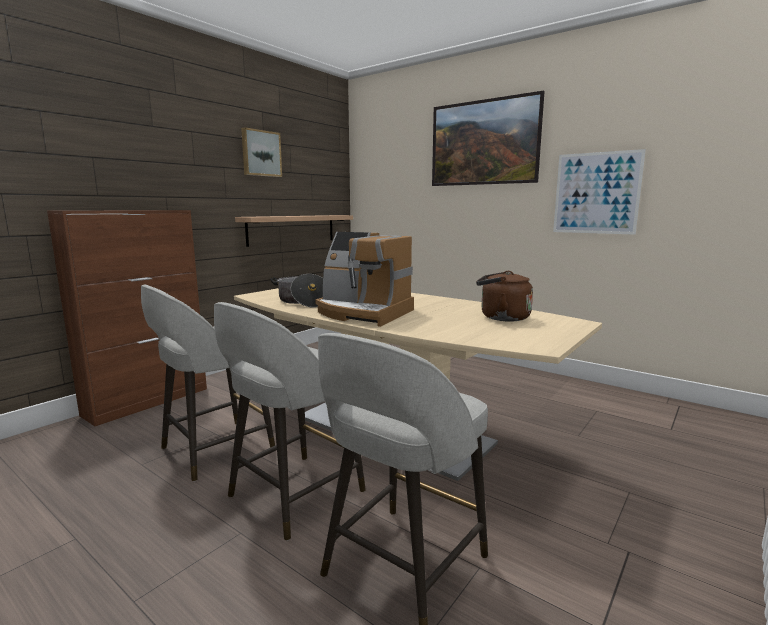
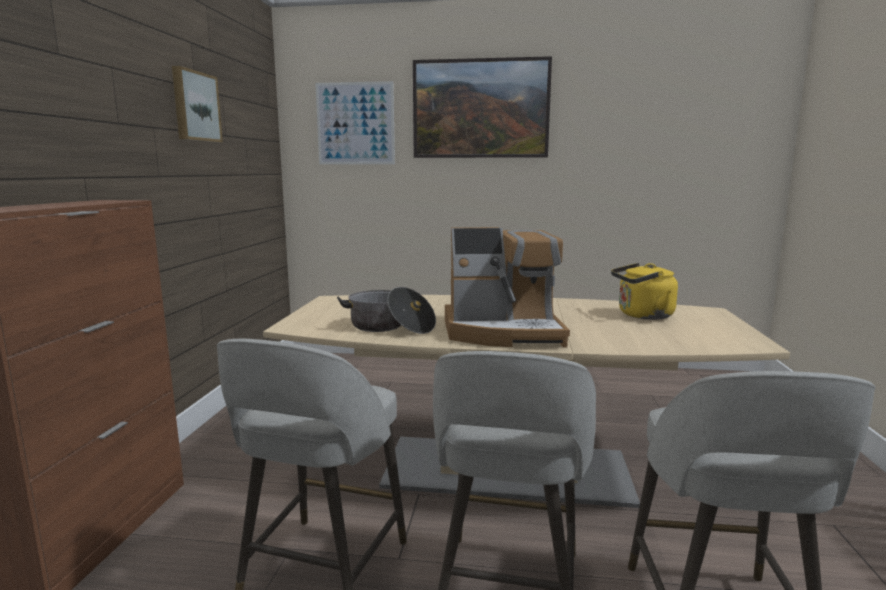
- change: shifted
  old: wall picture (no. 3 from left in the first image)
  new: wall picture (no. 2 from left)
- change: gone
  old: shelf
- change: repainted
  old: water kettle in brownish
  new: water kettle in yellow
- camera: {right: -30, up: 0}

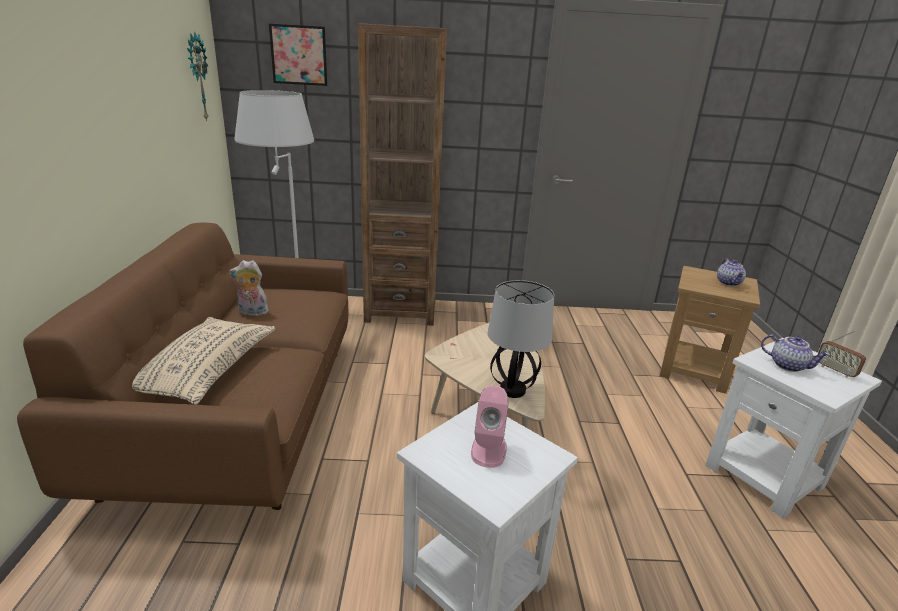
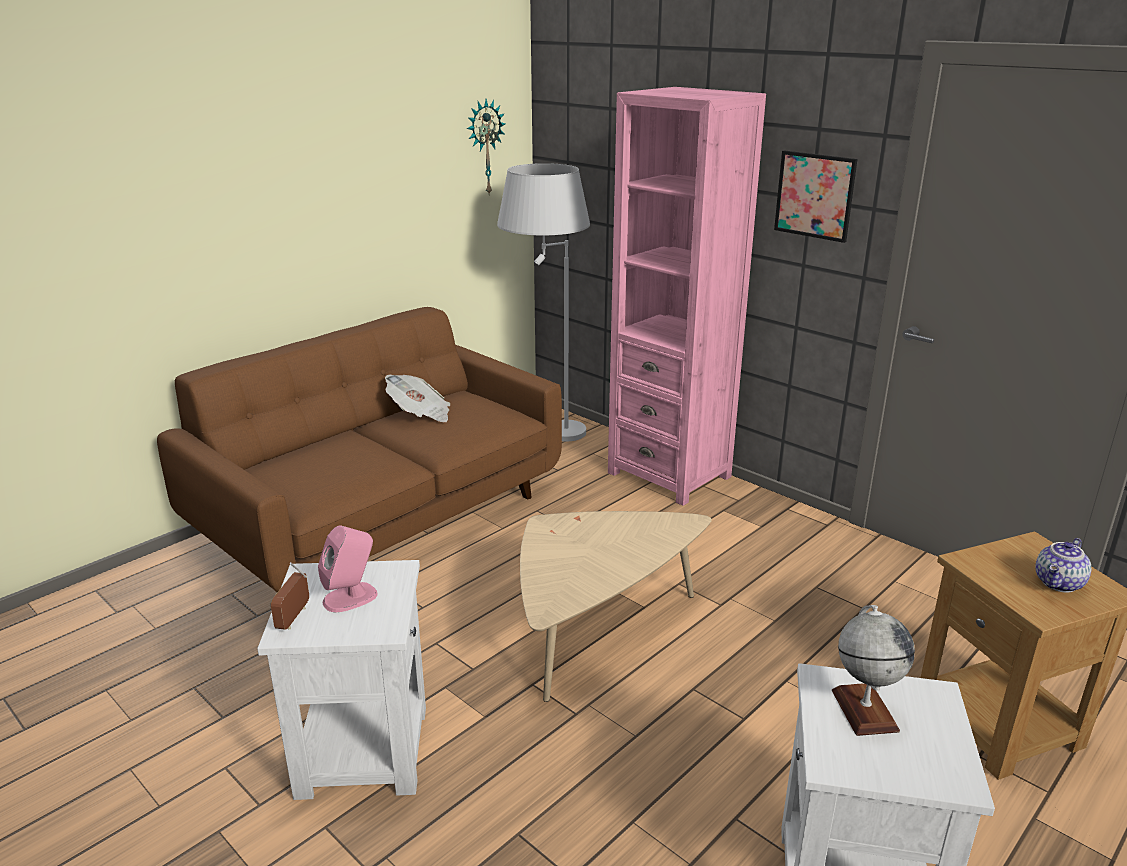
- change: repainted
  old: shelving unit in brownish
  new: shelving unit in pink
- change: shifted
  old: wall picture
- change: swapped
  old: cuddly toy
  new: newspaper
- change: gone
  old: tabletop lamp
- change: gone
  old: cushion in beige-coloured
- change: shifted
  old: radio receiver
- change: swapped
  old: tea pot (no. 2 from left)
  new: world globe
- camera: {right: 45, up: 0}

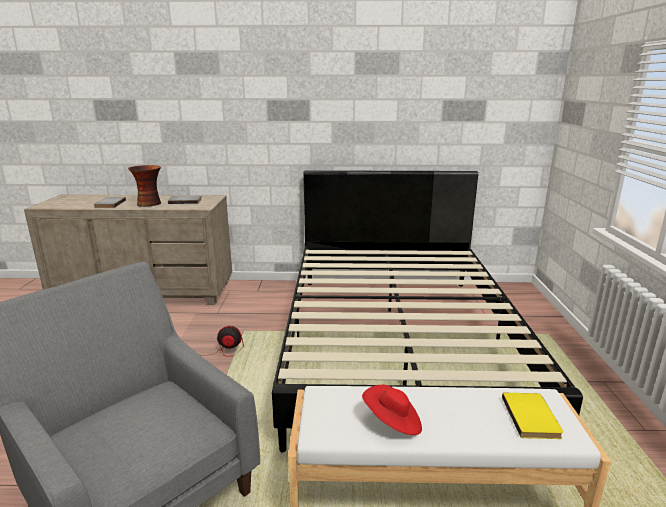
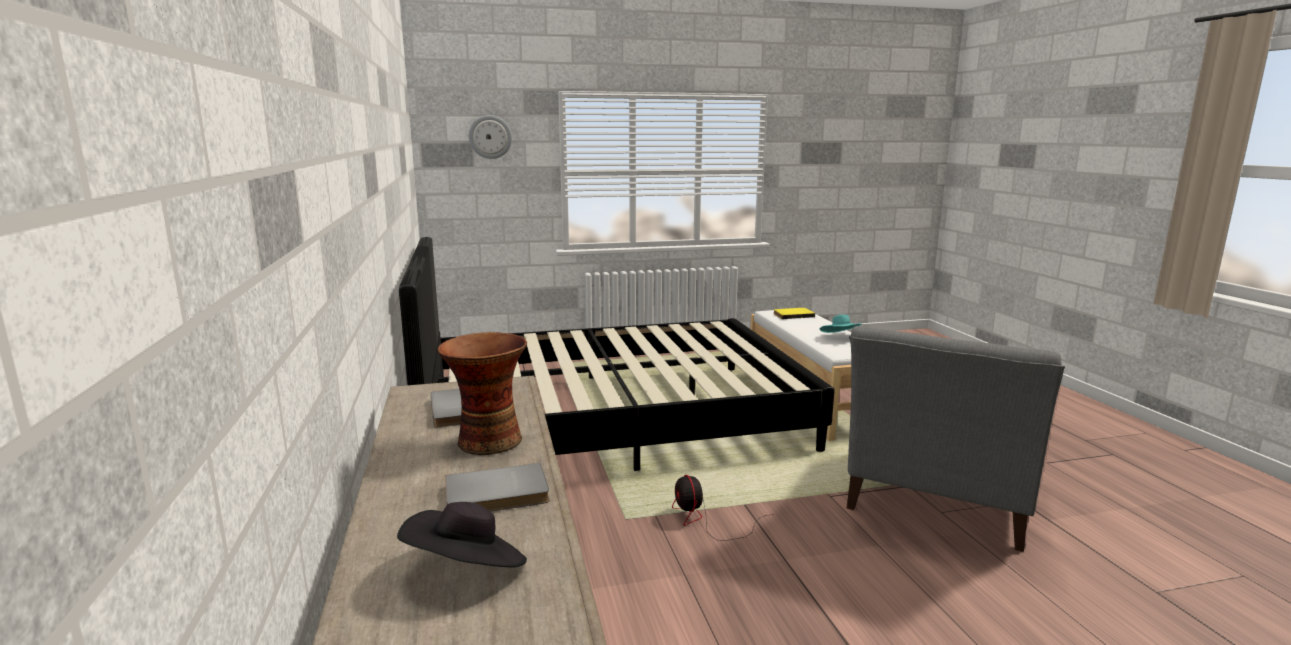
- change: repainted
  old: wearable hat in reddish
  new: wearable hat in turquoise-coloured
- change: new
  new: wall clock
- change: new
  new: wearable hat in black-coloured
- camera: {right: -105, up: -5}

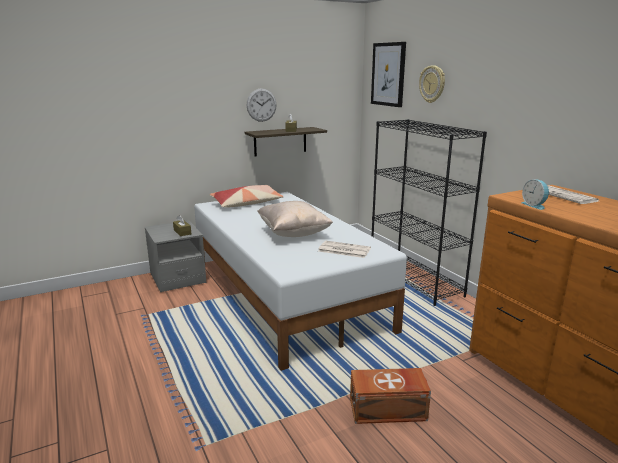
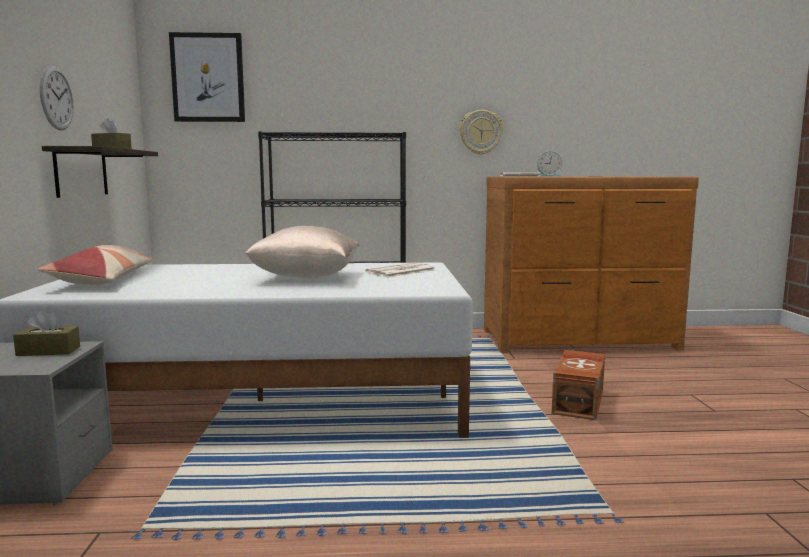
- change: shifted
  old: wall clock (no. 2 from left)
- camera: {right: -65, up: -10}

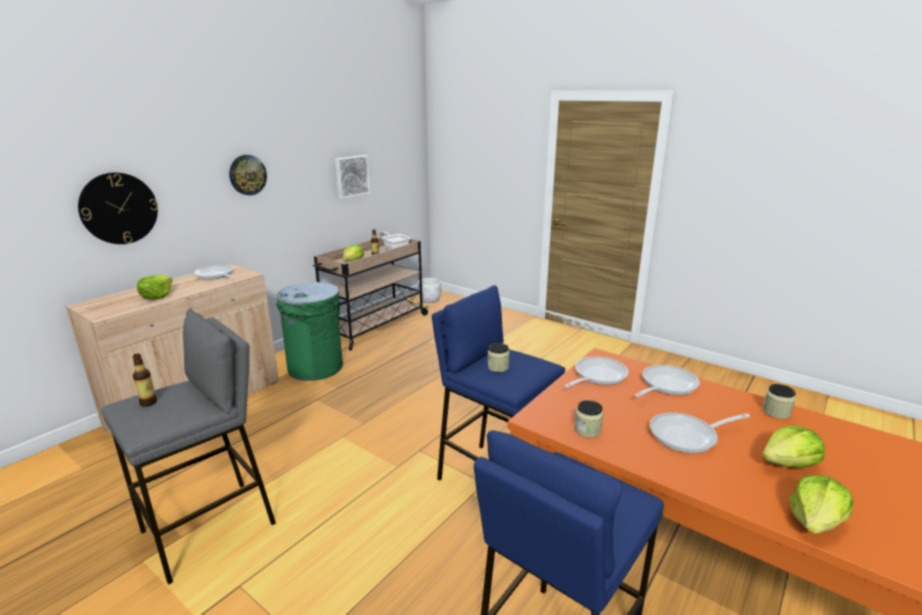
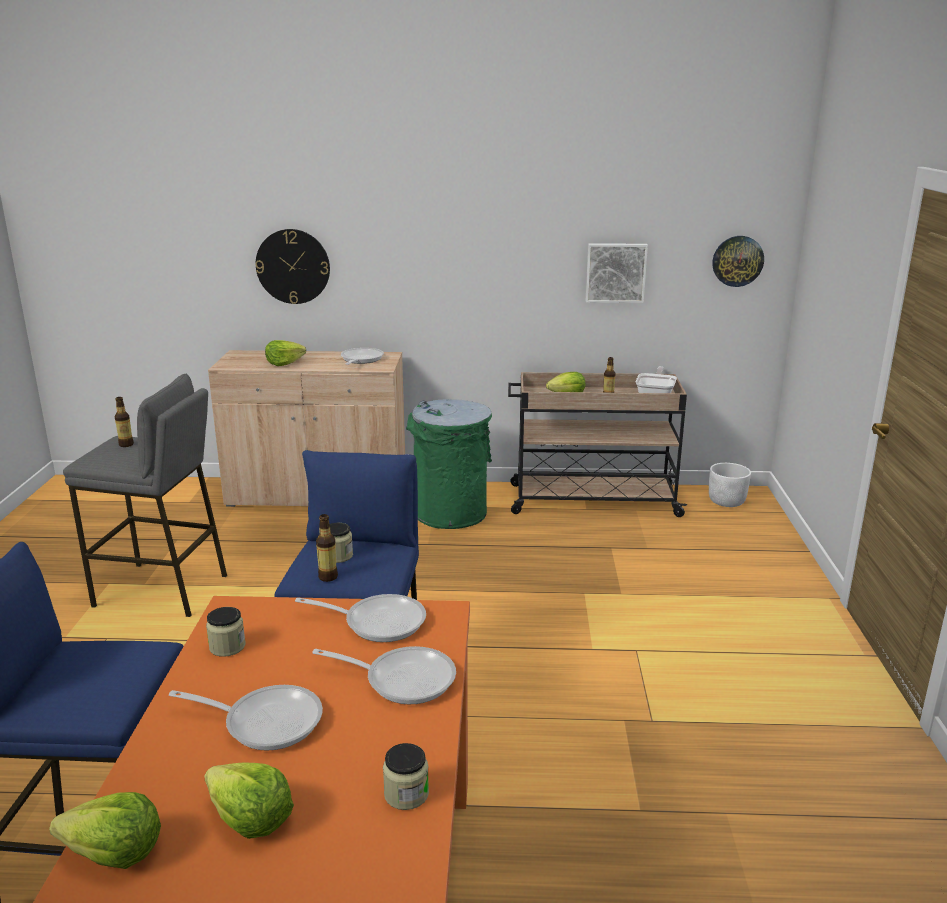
- change: shifted
  old: wall clock (no. 2 from left)
- change: rotated
  old: pan (no. 5 from left in the first image)
  degrees: 150
- change: new
  new: drink bottle (no. 2 from left)
- camera: {right: 55, up: 0}

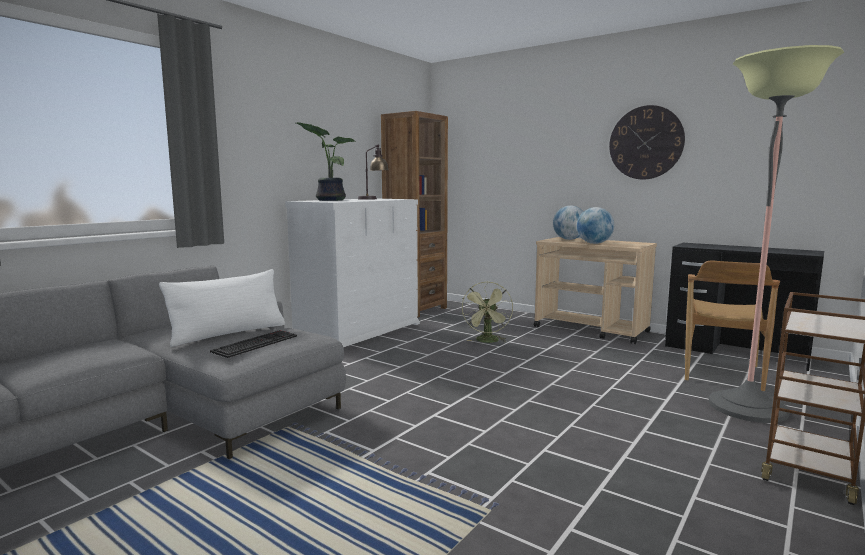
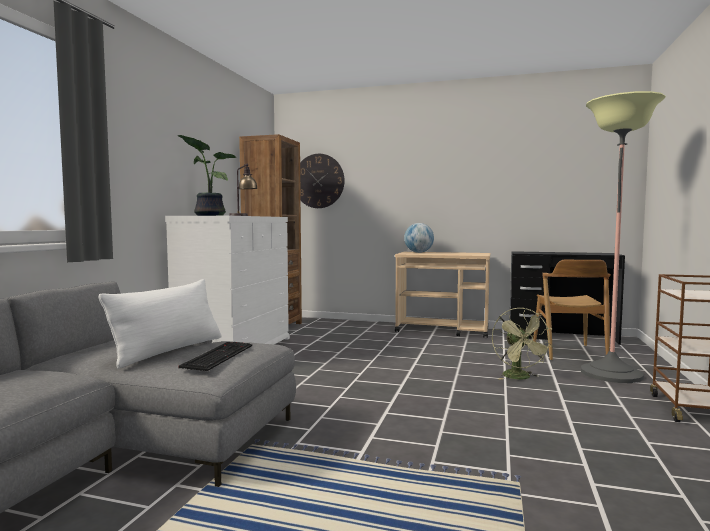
- change: shifted
  old: wall clock
- change: gone
  old: world globe (no. 2 from left)
- change: shifted
  old: fan in greenish
- camera: {right: -20, up: -5}

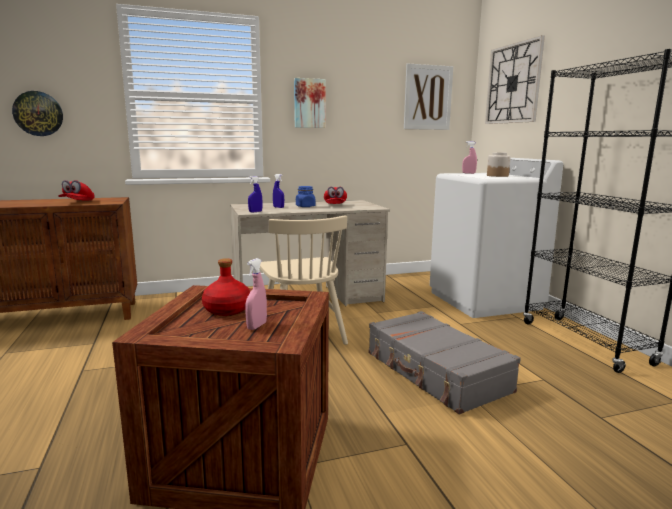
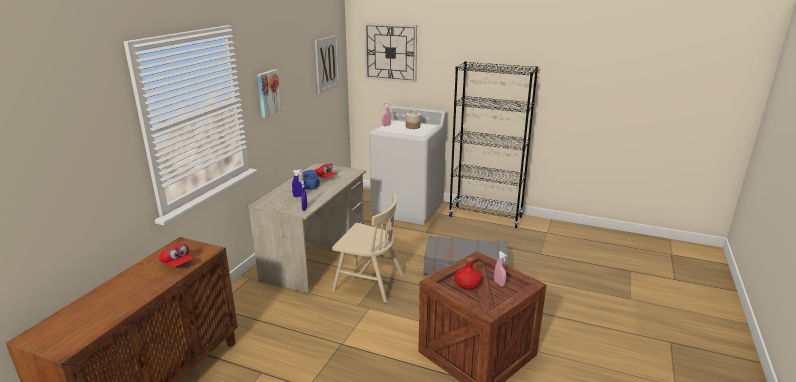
- change: gone
  old: wall clock (no. 1 from left)
- camera: {right: -50, up: 10}

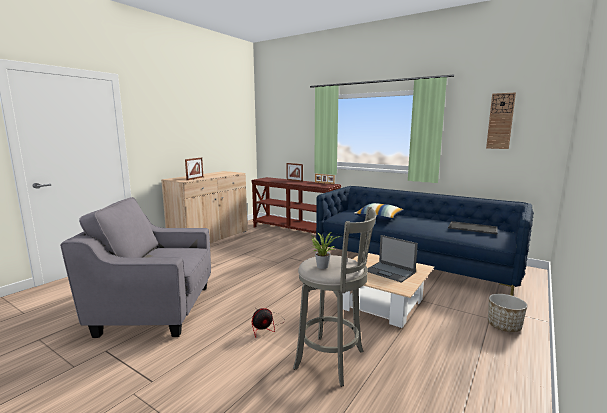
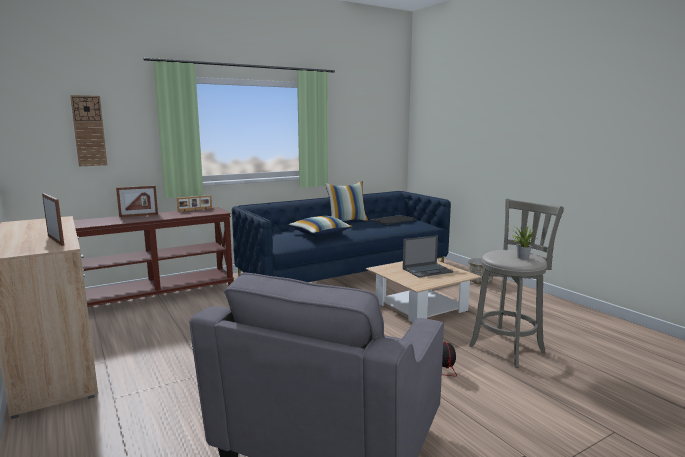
- change: shifted
  old: wall clock
- change: new
  new: cushion (no. 2 from left)
- camera: {right: -65, up: 0}

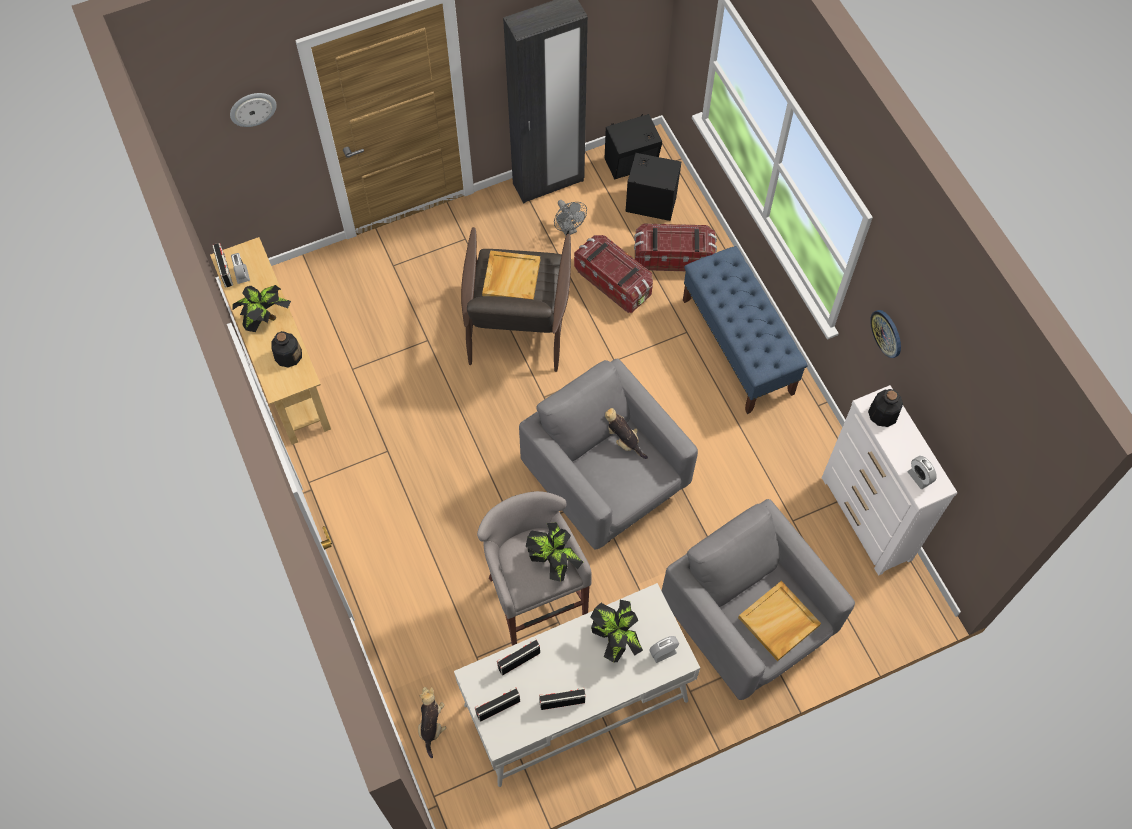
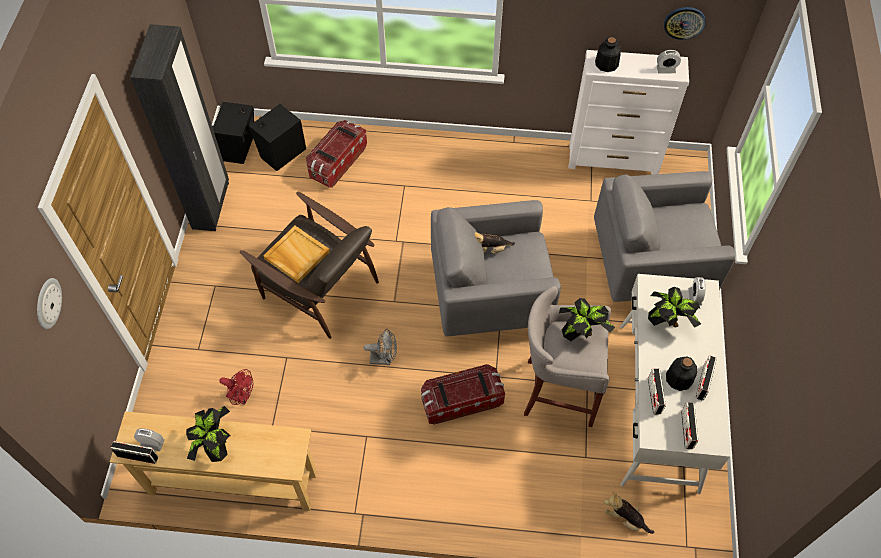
- change: shifted
  old: fan in grey
- change: shifted
  old: storage box (no. 1 from left in the first image)
  new: storage box (no. 2 from left)
- change: gone
  old: indoor bench in bluish
- change: shifted
  old: wall clock (no. 2 from left)
- change: shifted
  old: drink bottle (no. 1 from left in the first image)
  new: drink bottle (no. 2 from left)
- change: gone
  old: tray in beige-coloured (no. 2 from left)
- change: new
  new: fan in reddish
- camera: {right: -60, up: -5}

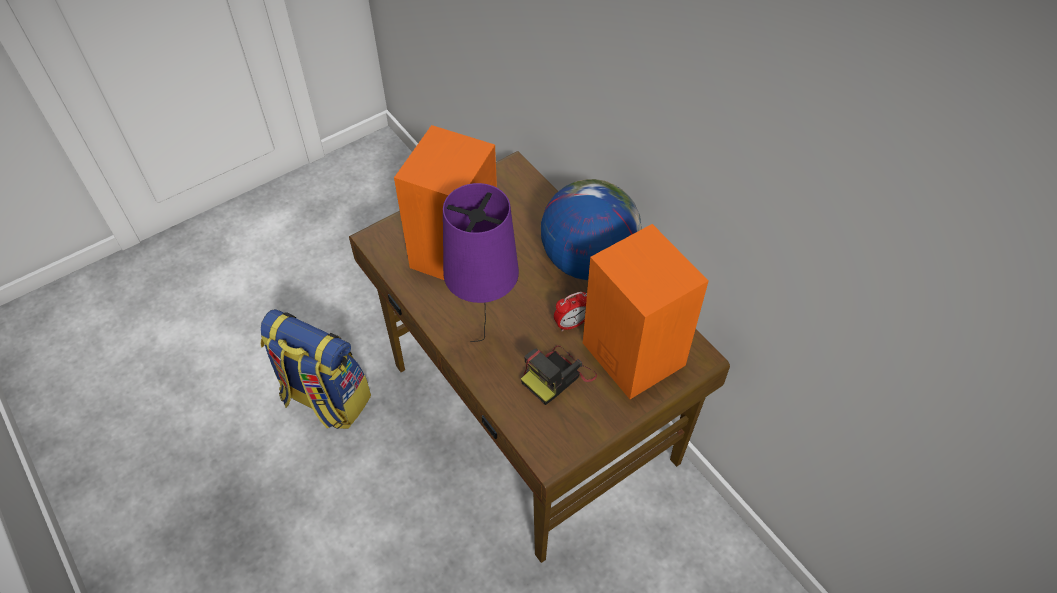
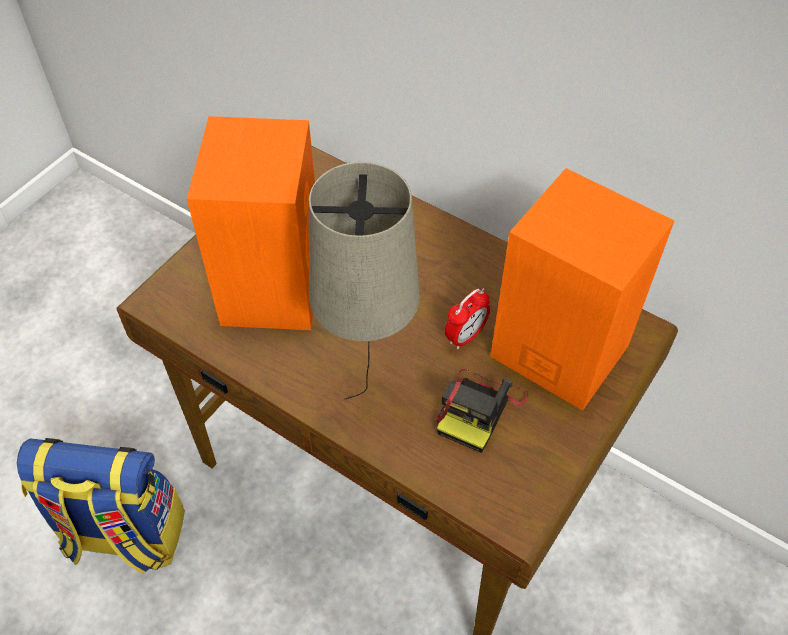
- change: gone
  old: world globe
- change: repainted
  old: tabletop lamp in purplish
  new: tabletop lamp in beige-coloured
- camera: {right: -20, up: 0}

